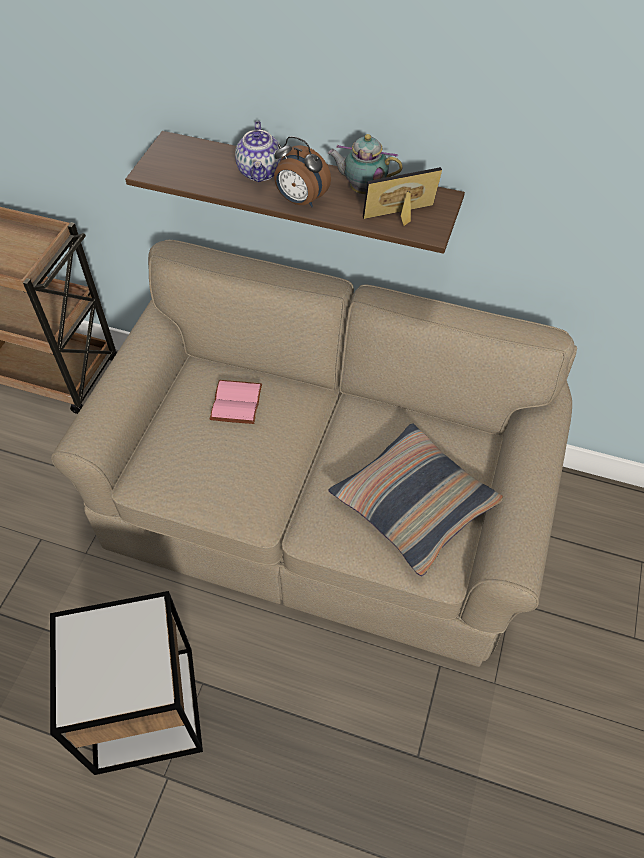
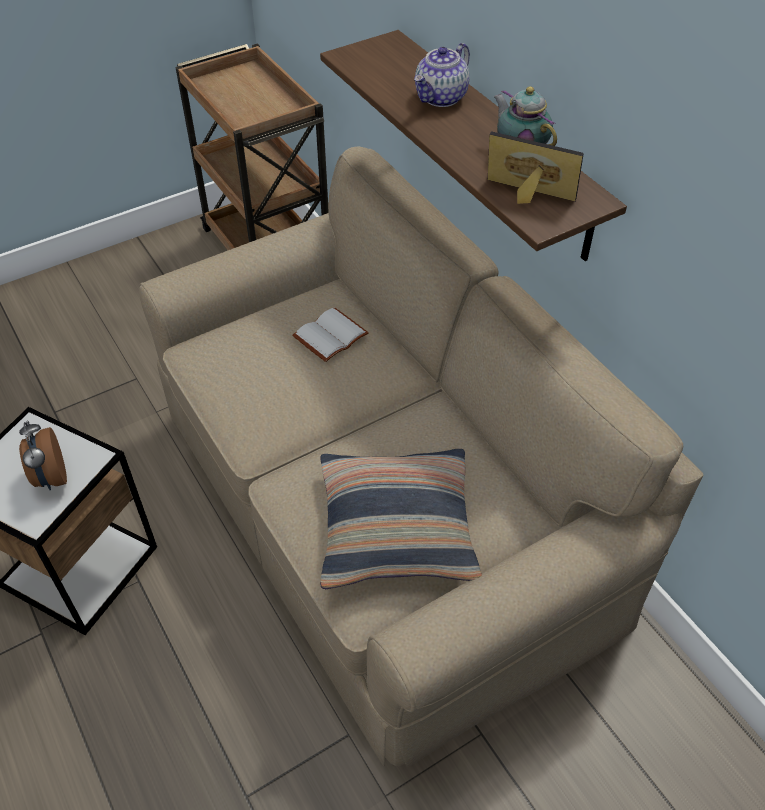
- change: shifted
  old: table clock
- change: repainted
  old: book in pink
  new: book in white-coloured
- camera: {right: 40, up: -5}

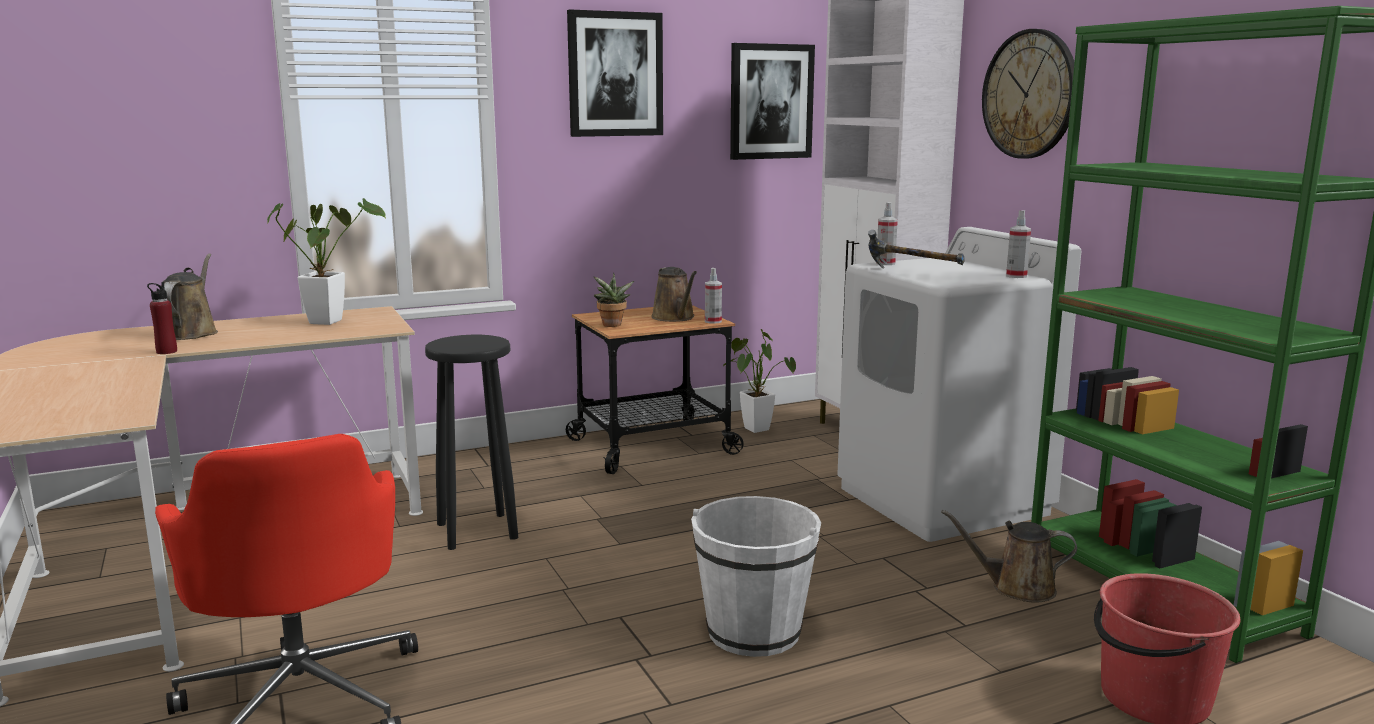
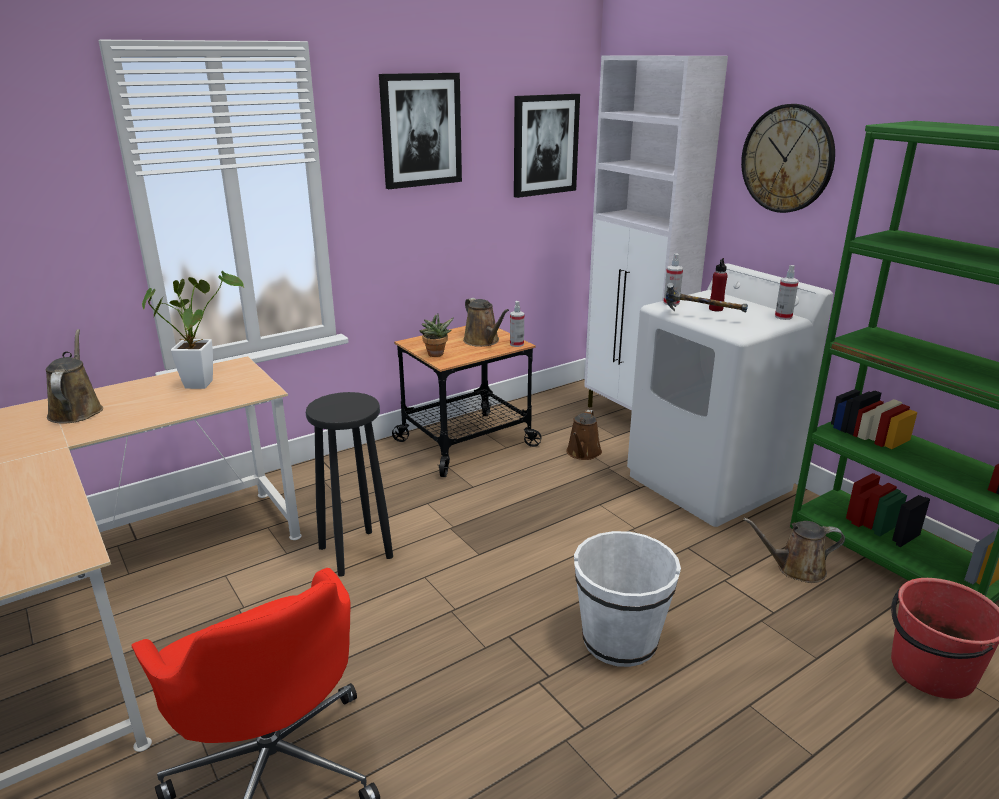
- change: shifted
  old: drink bottle in reddish
- change: gone
  old: houseplant (no. 3 from left)
- change: new
  new: sprinkling can in brownish (no. 3 from left)
- camera: {right: -10, up: 10}

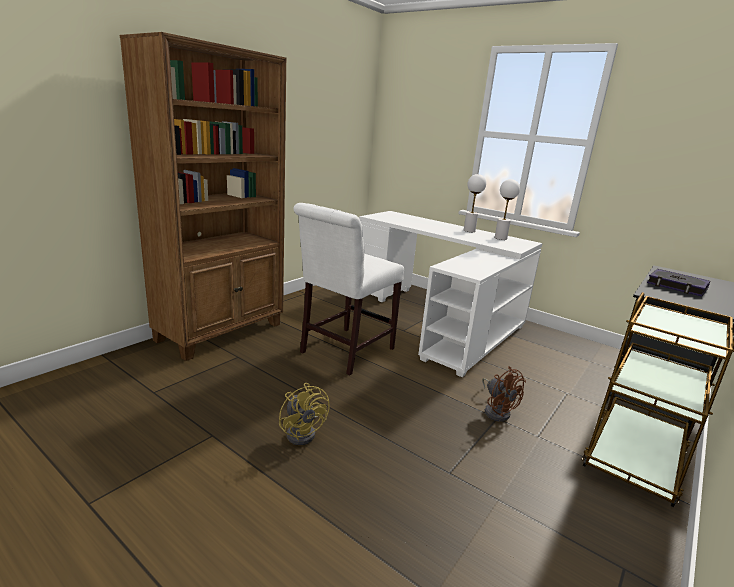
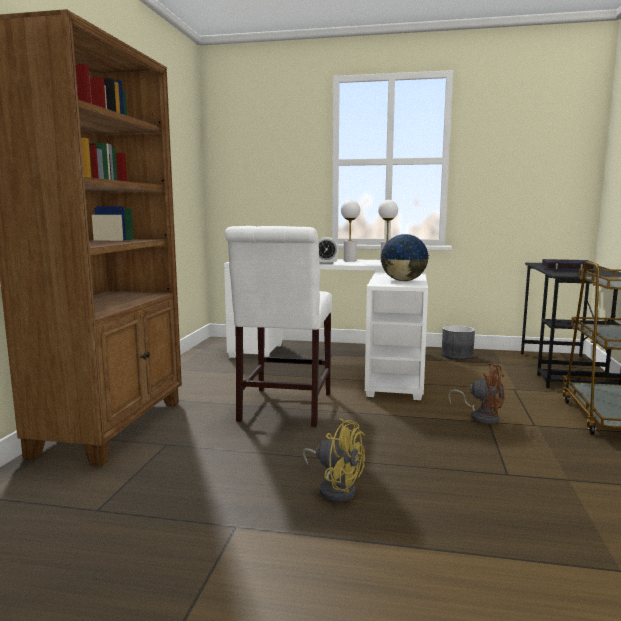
- change: new
  new: world globe
- change: new
  new: table clock
- change: new
  new: plant pot in grey
- camera: {right: -25, up: -10}

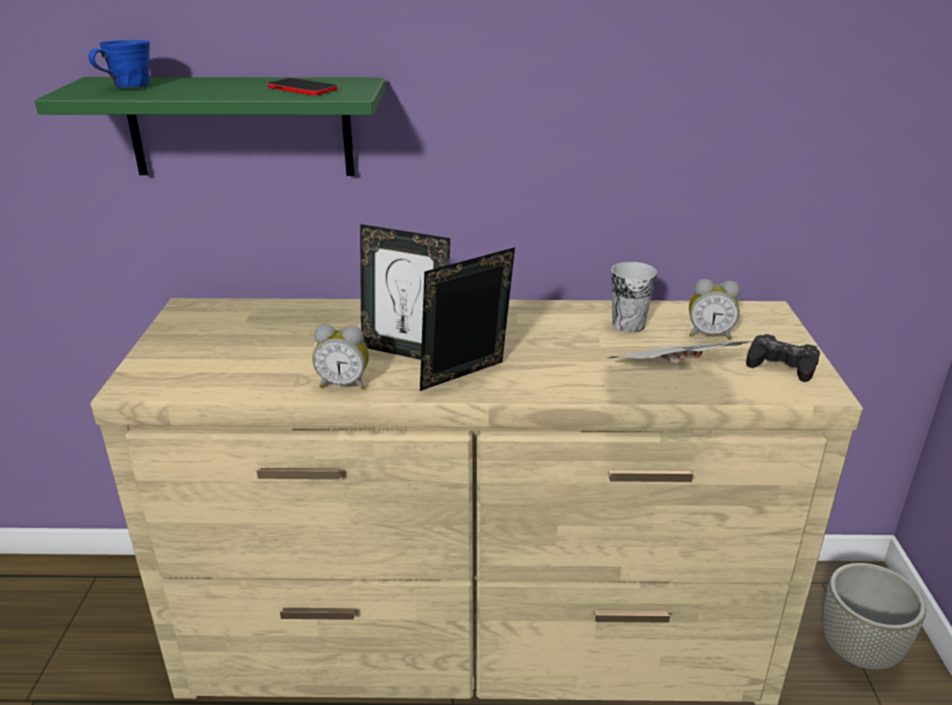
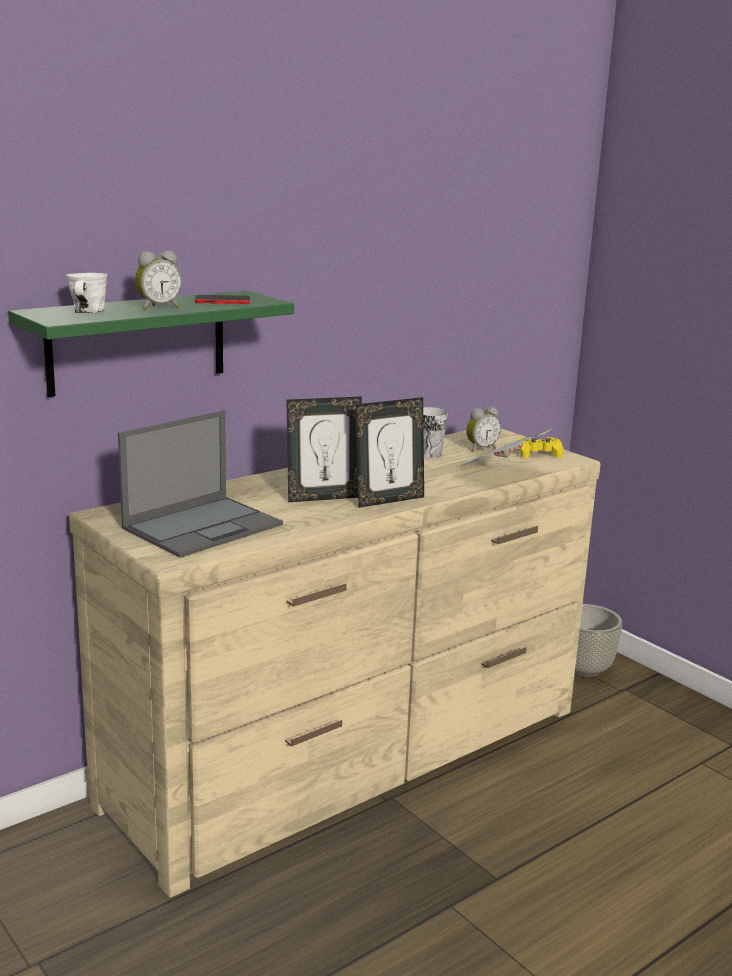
- change: repainted
  old: tea mug in bluish
  new: tea mug in white-coloured
- change: rotated
  old: standing frame (no. 2 from left)
  degrees: -135
- change: shifted
  old: table clock (no. 1 from left)
- change: repainted
  old: gamepad in black-coloured
  new: gamepad in yellow
- change: new
  new: notebook computer
- camera: {right: -40, up: -10}

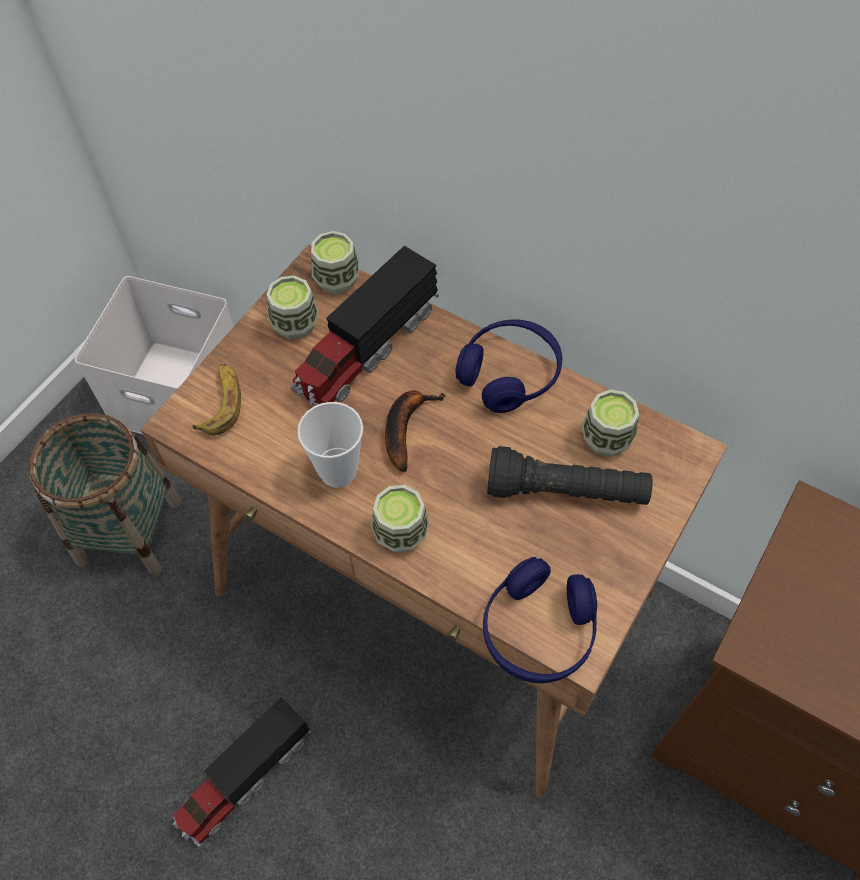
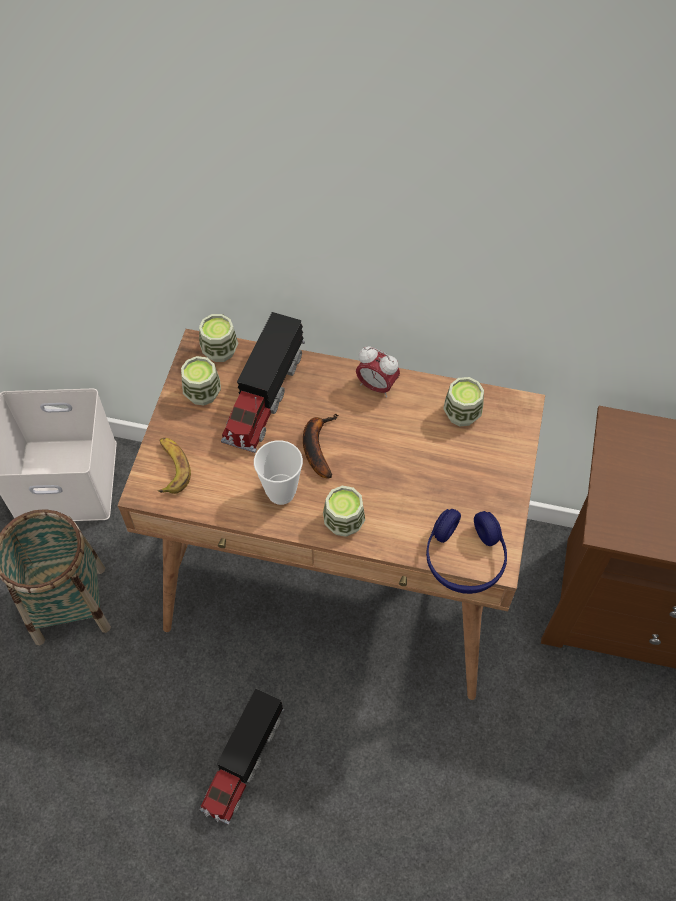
- change: swapped
  old: pair of headphones in bluish (no. 1 from left)
  new: table clock
- change: gone
  old: flashlight in black-coloured
- camera: {right: -20, up: 0}

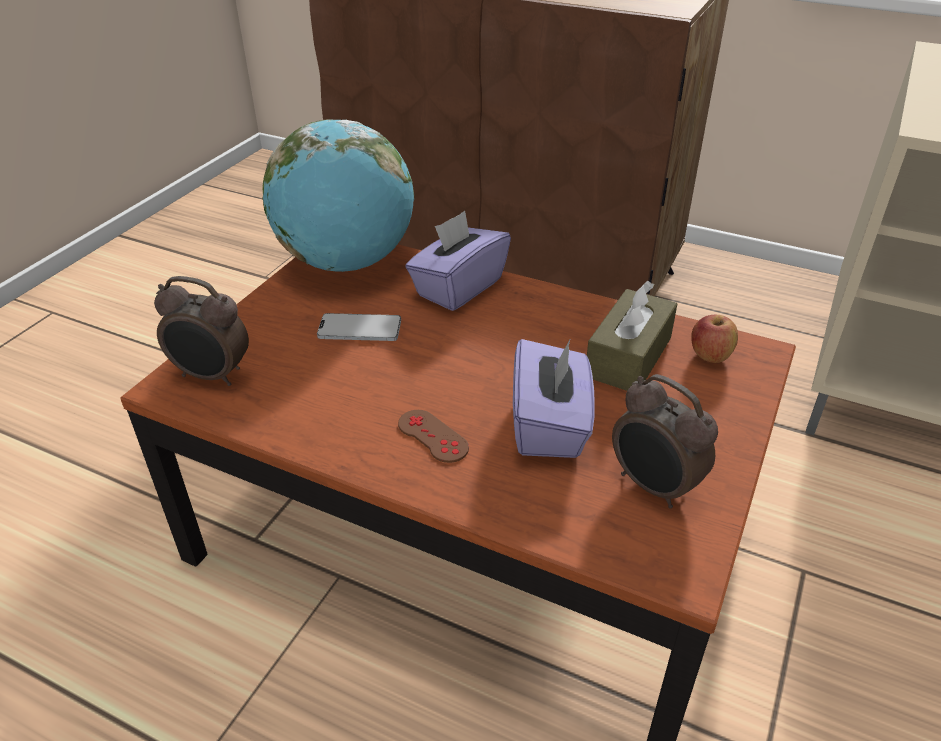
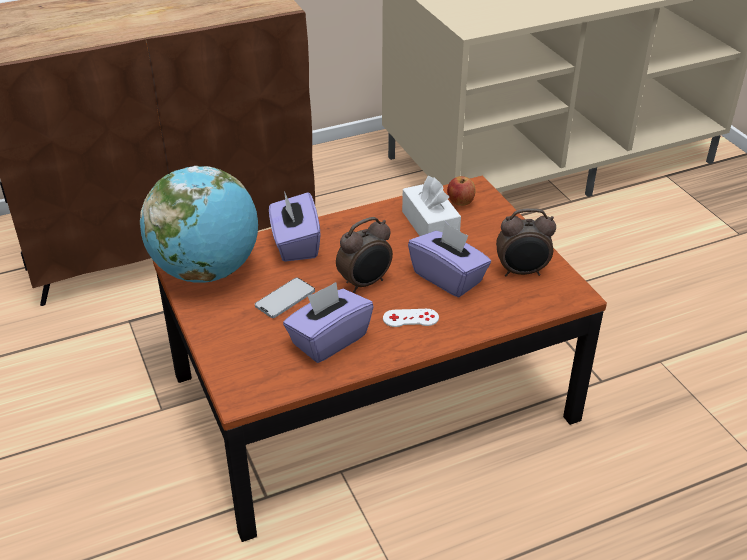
- change: shifted
  old: table clock (no. 1 from left)
- change: repainted
  old: tissue box in brownish
  new: tissue box in white-coloured
- change: repainted
  old: gamepad in brownish
  new: gamepad in white-coloured
- change: new
  new: tissue box in purplish (no. 2 from left)
- camera: {right: -50, up: 0}

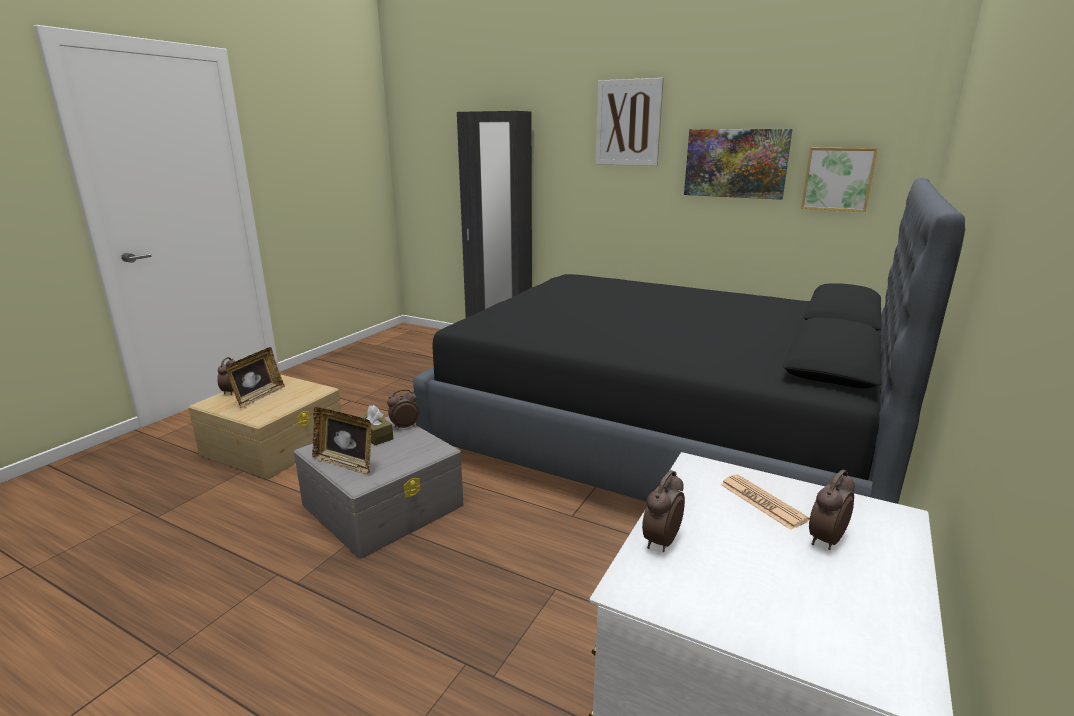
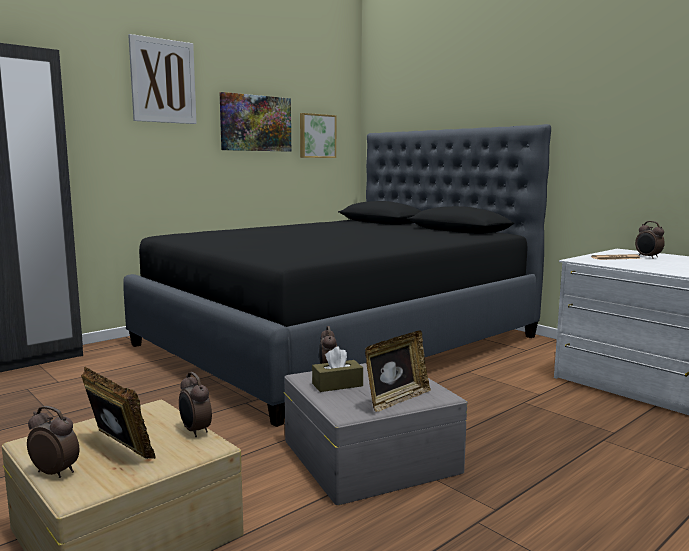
- change: shifted
  old: table clock (no. 3 from left in the first image)
  new: table clock (no. 2 from left)
- camera: {right: -70, up: -10}

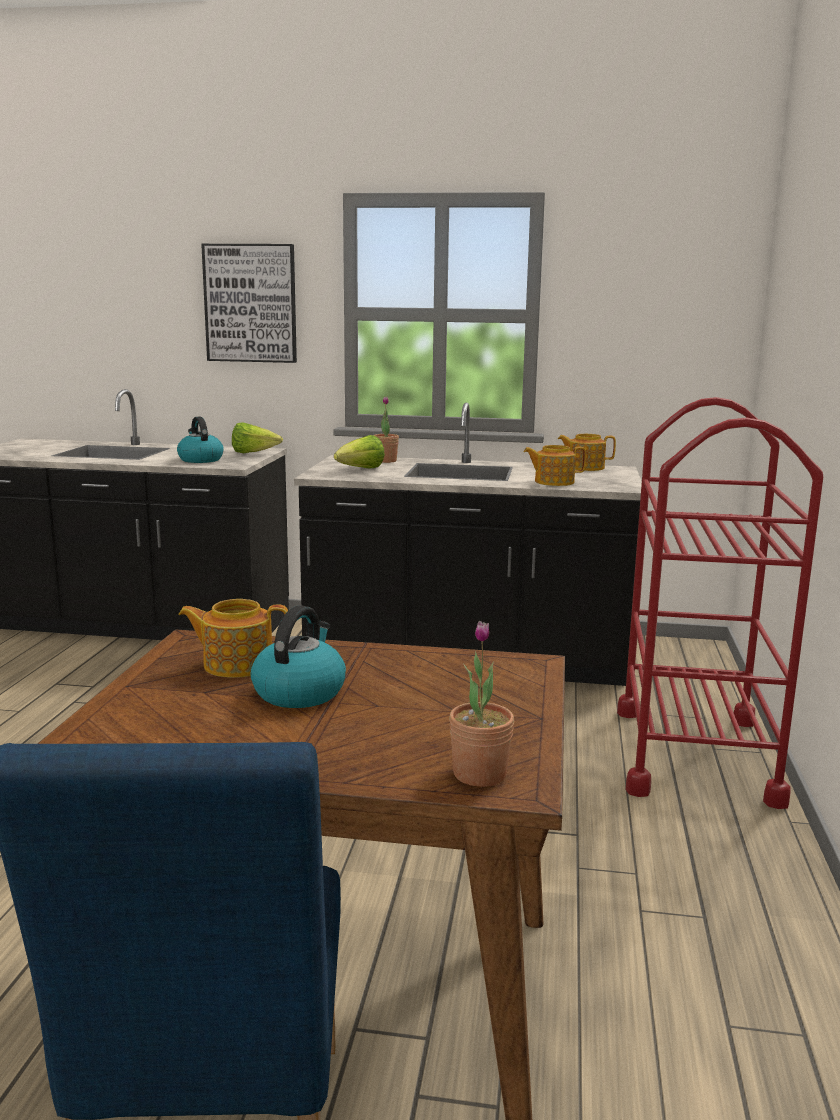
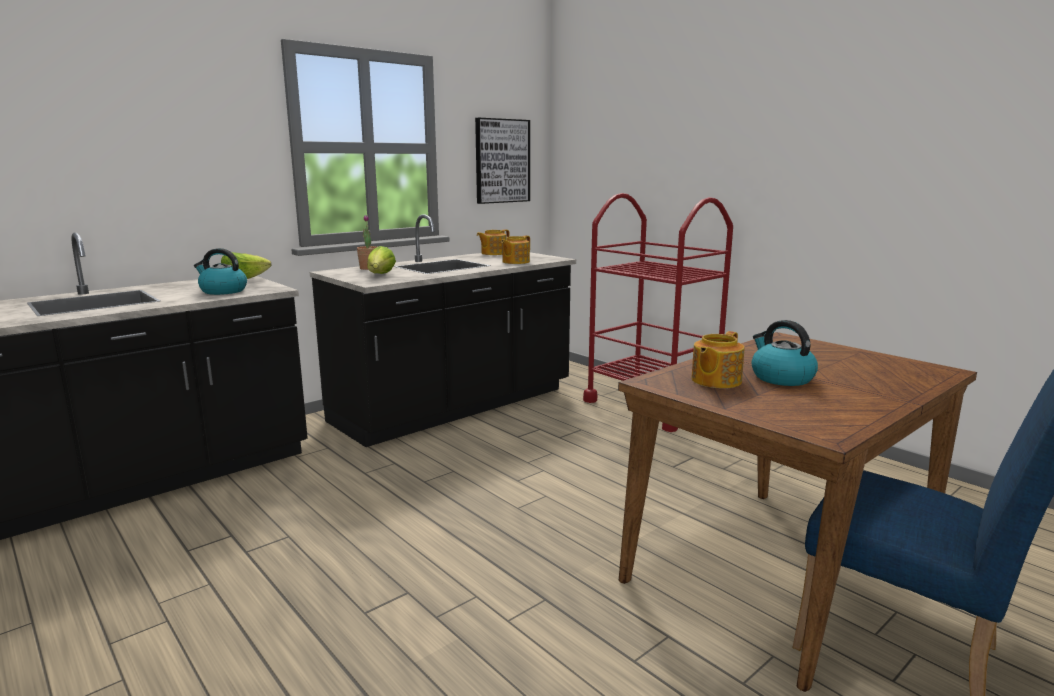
- change: shifted
  old: wall picture
- change: gone
  old: houseplant (no. 2 from left)
- camera: {right: -50, up: 0}

